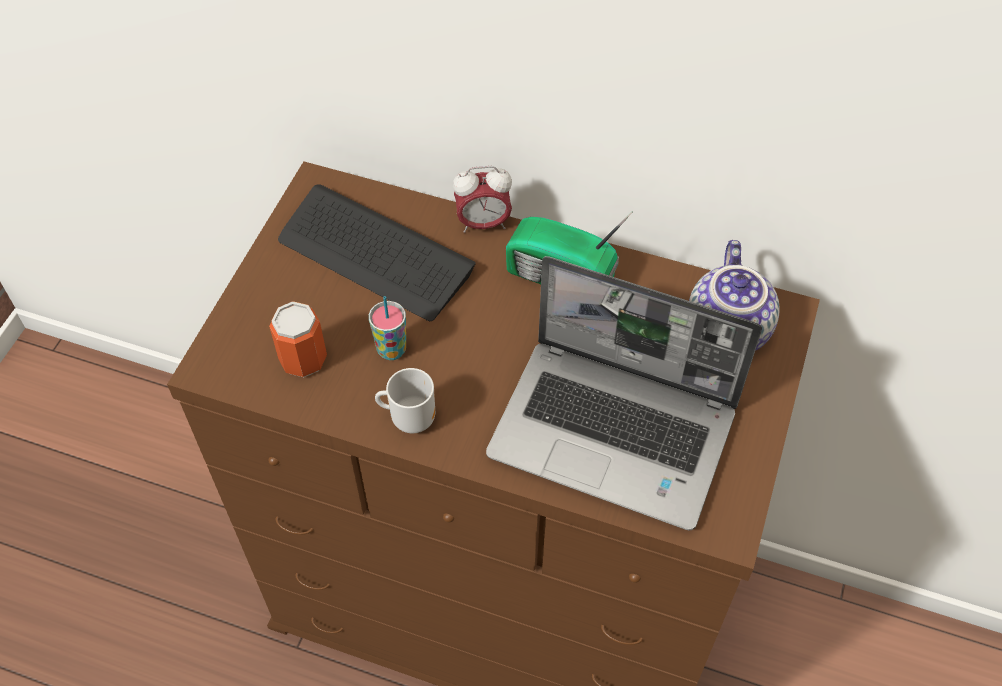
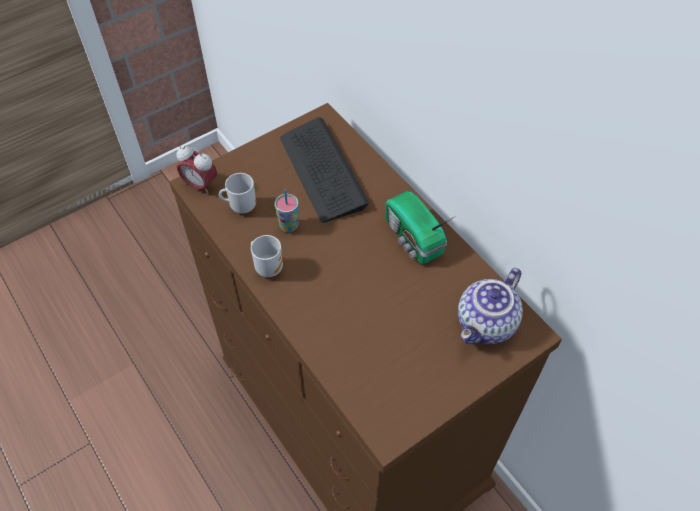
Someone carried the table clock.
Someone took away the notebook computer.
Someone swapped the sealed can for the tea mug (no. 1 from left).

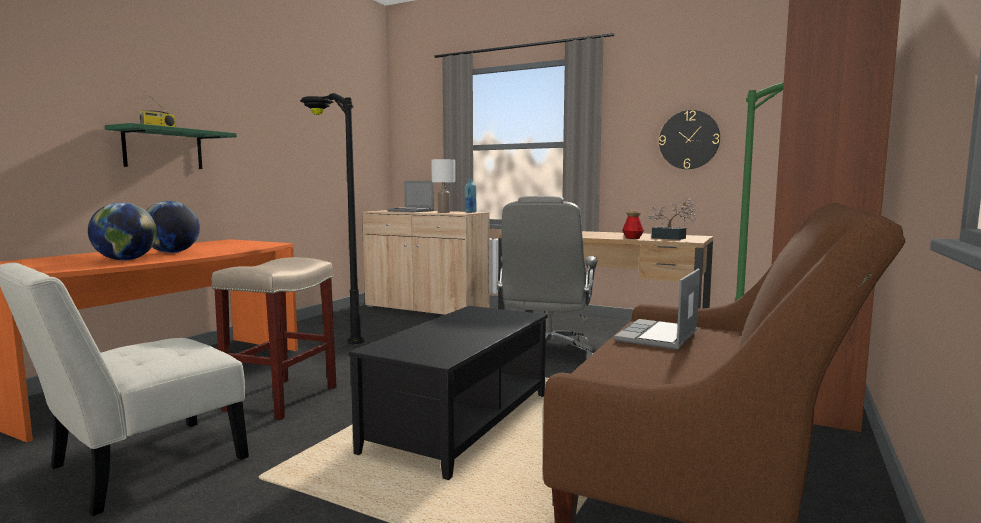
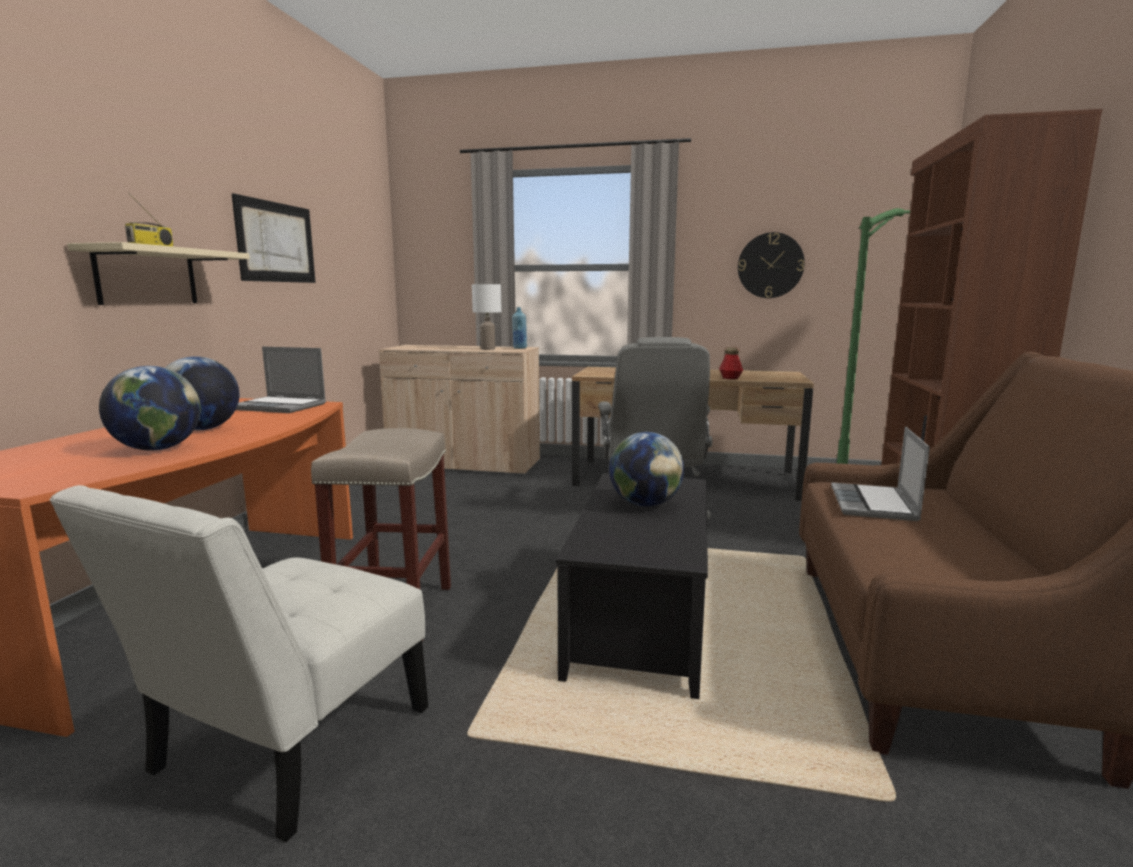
Someone took away the standing lamp (blackish).
Someone repainted the shelf (green-coloured), which became the shelf (sand-coloured).
Someone carried the notebook computer (no. 1 from left).
Someone took away the potted plant.
Someone put up the picture.
Someone put down the globe (no. 3 from left).

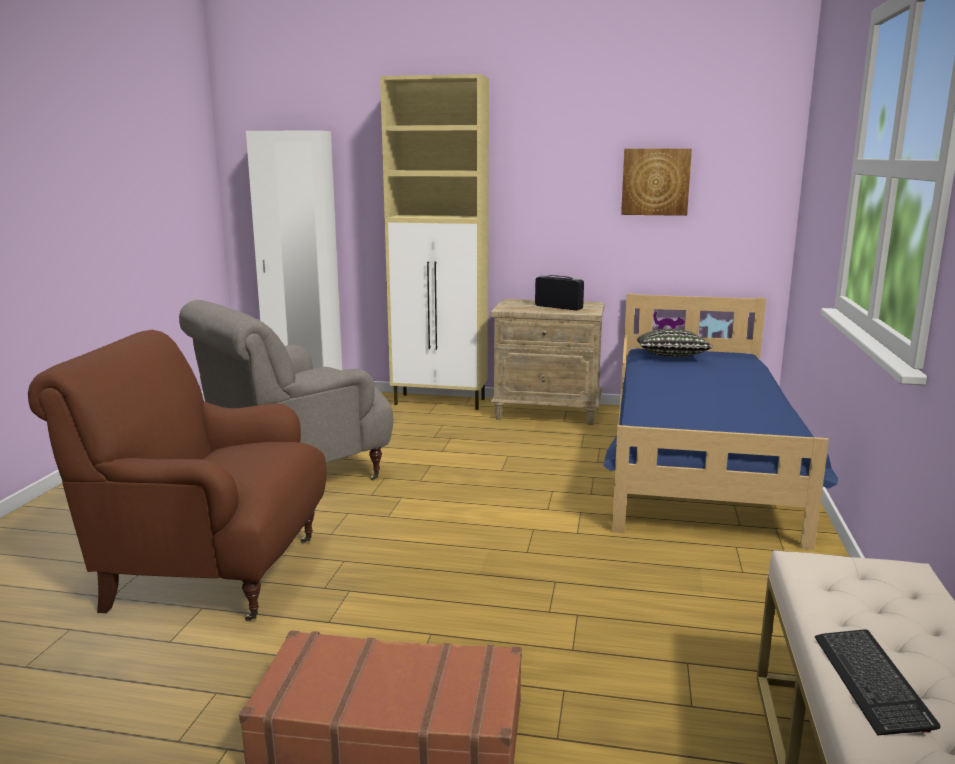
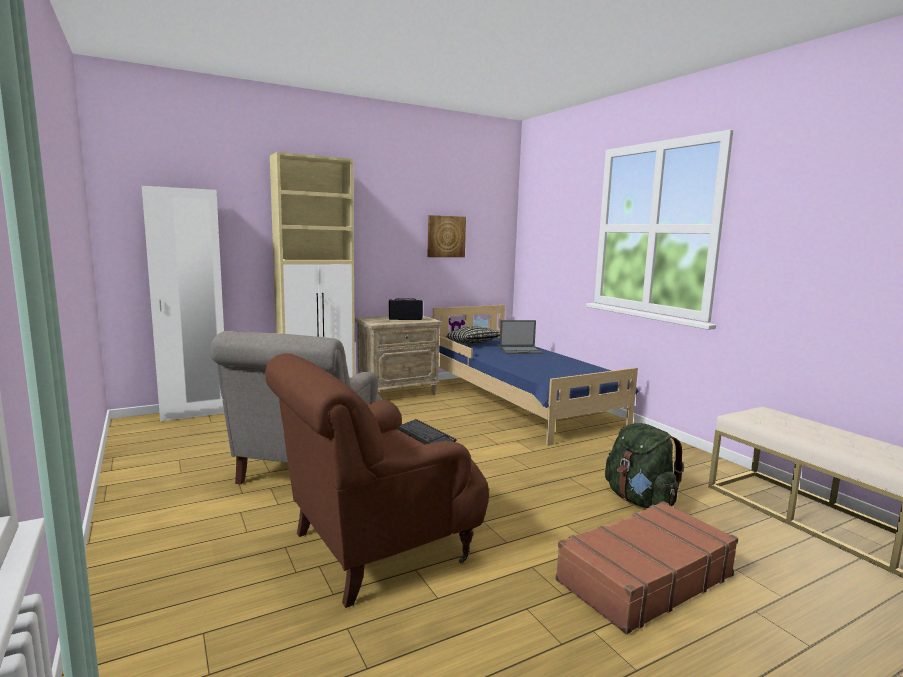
Someone carried the computer keyboard.
Someone put down the notebook computer.
Someone put down the knapsack (green-coloured).

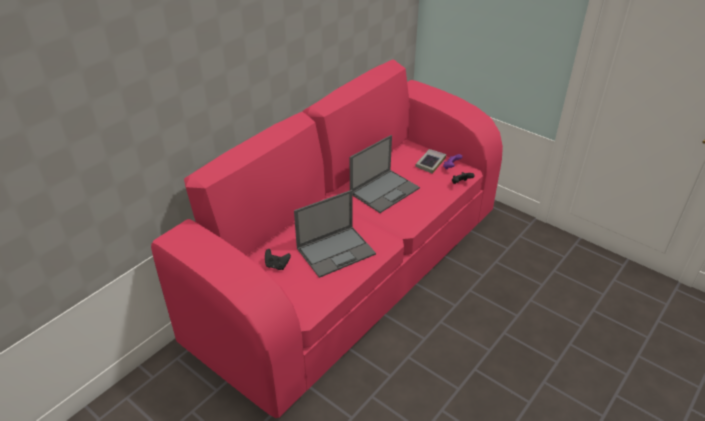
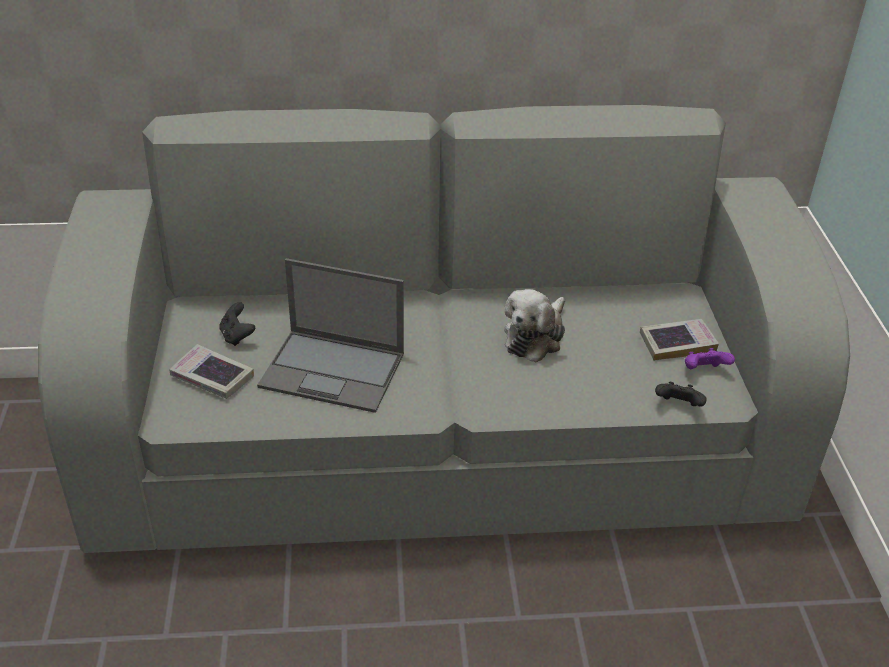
Someone repainted the settee (pink), which became the settee (gray).
Someone swapped the notebook computer (no. 2 from left) for the plush toy.
Someone put down the bound book (no. 1 from left).

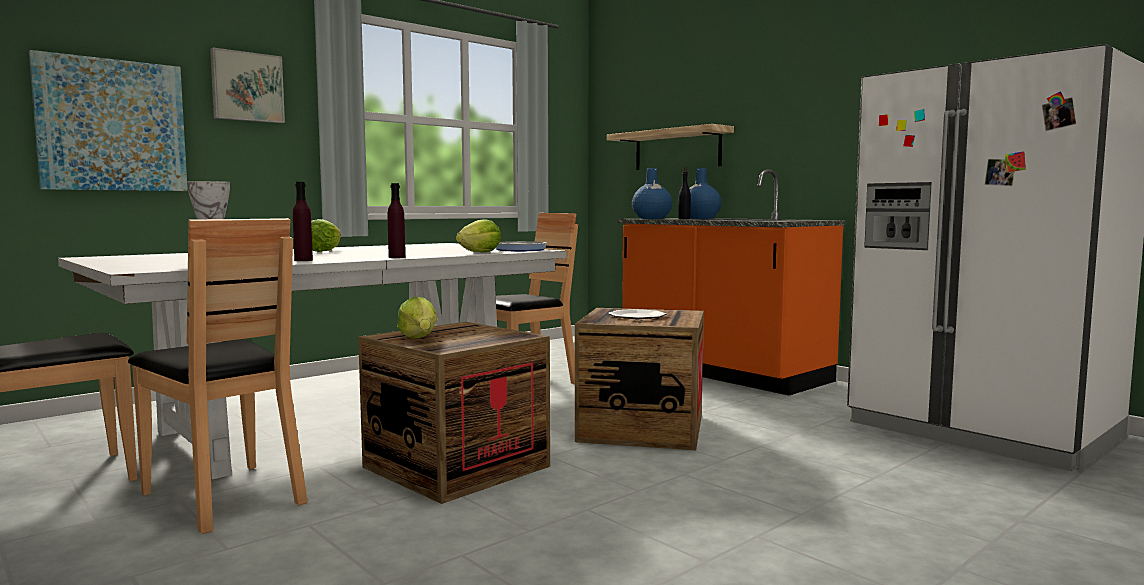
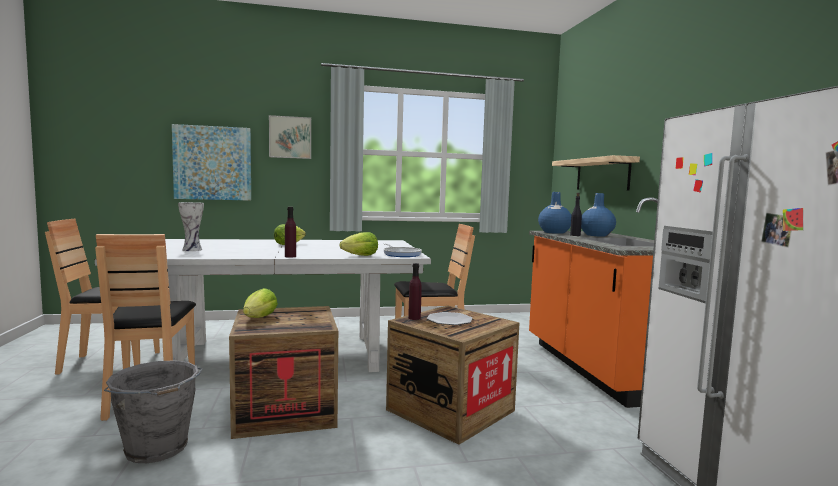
Someone carried the drink bottle (purple) (no. 1 from left in the first image).
Someone put down the water bucket (gray).

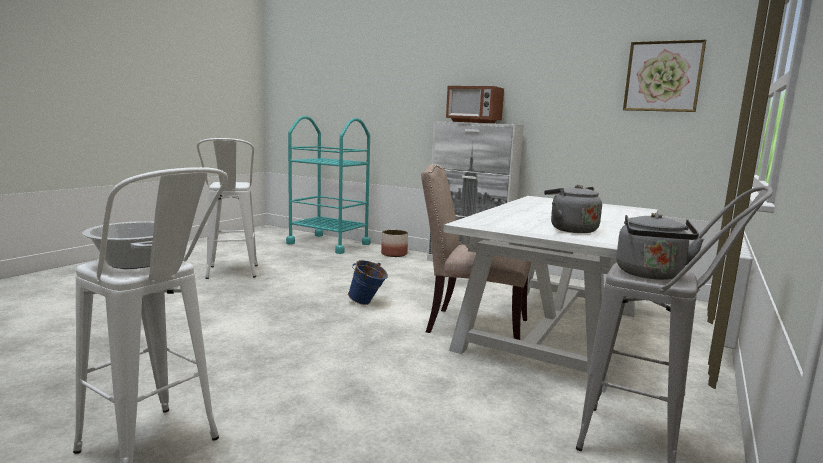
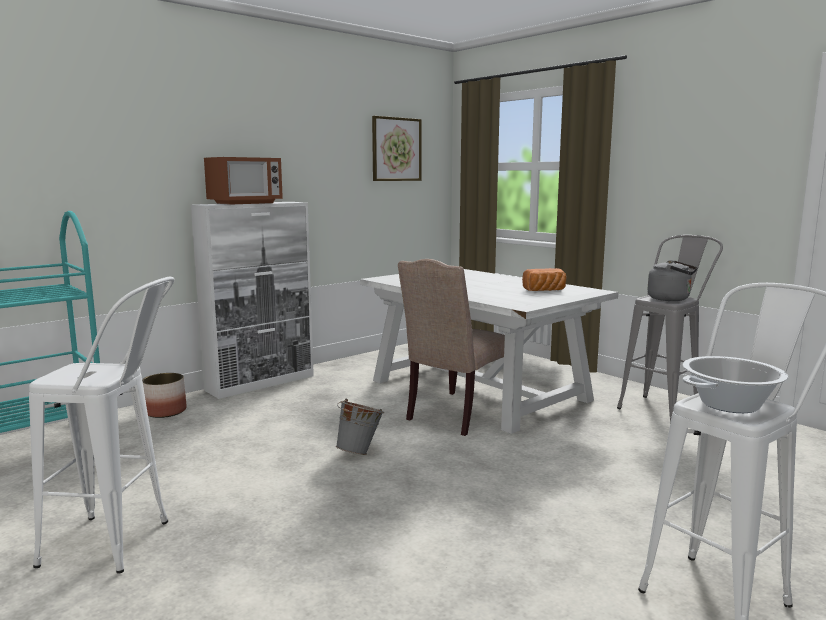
Someone swapped the kettle (gray) (no. 1 from left) for the bread.
Someone repainted the water bucket (bluish), which became the water bucket (gray).

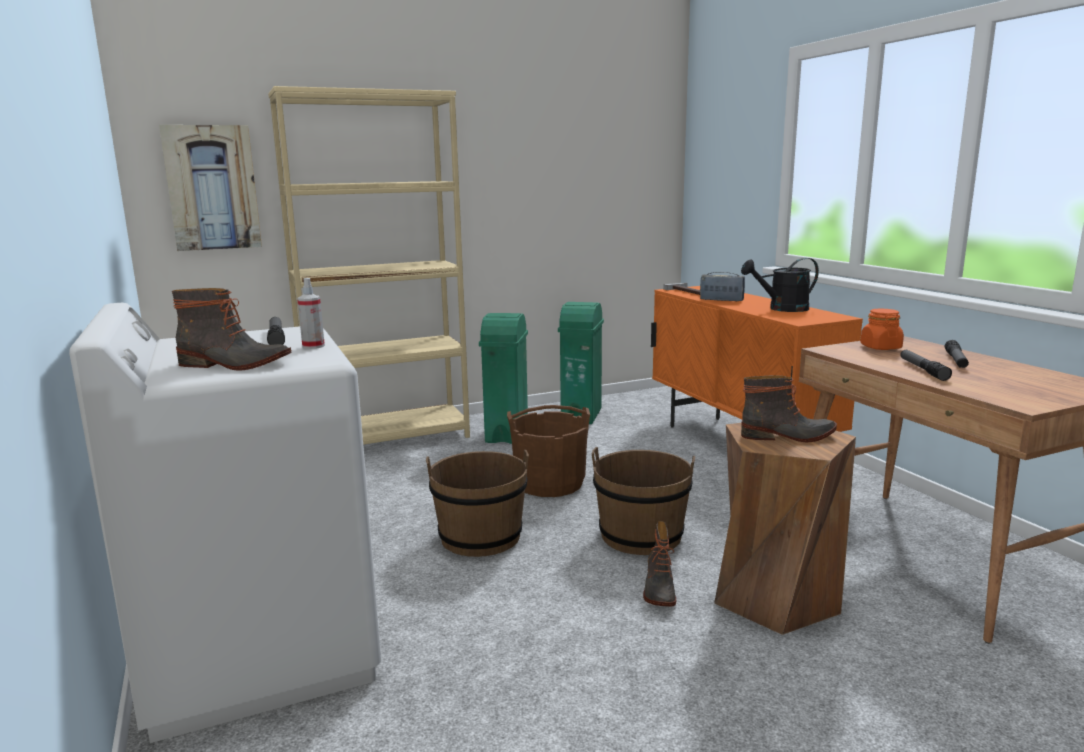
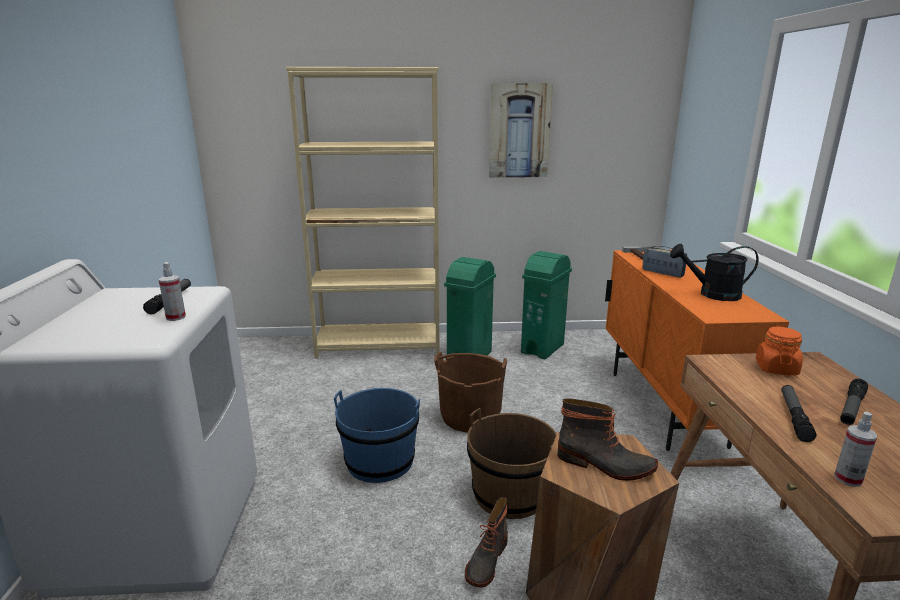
Someone carried the picture.
Someone took away the tall boot (no. 1 from left).
Someone repainted the water bucket (brown) (no. 1 from left), which became the water bucket (bluish).
Someone put down the sprayer (no. 2 from left).

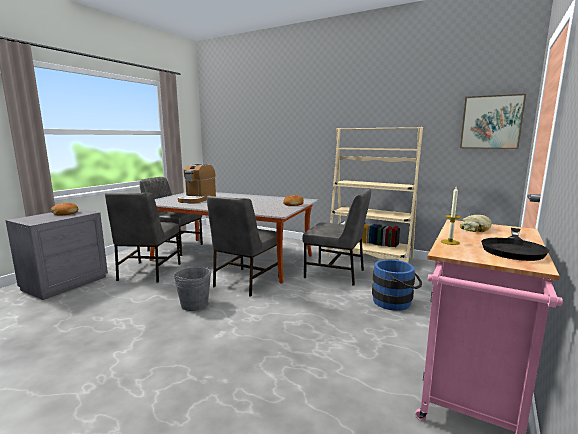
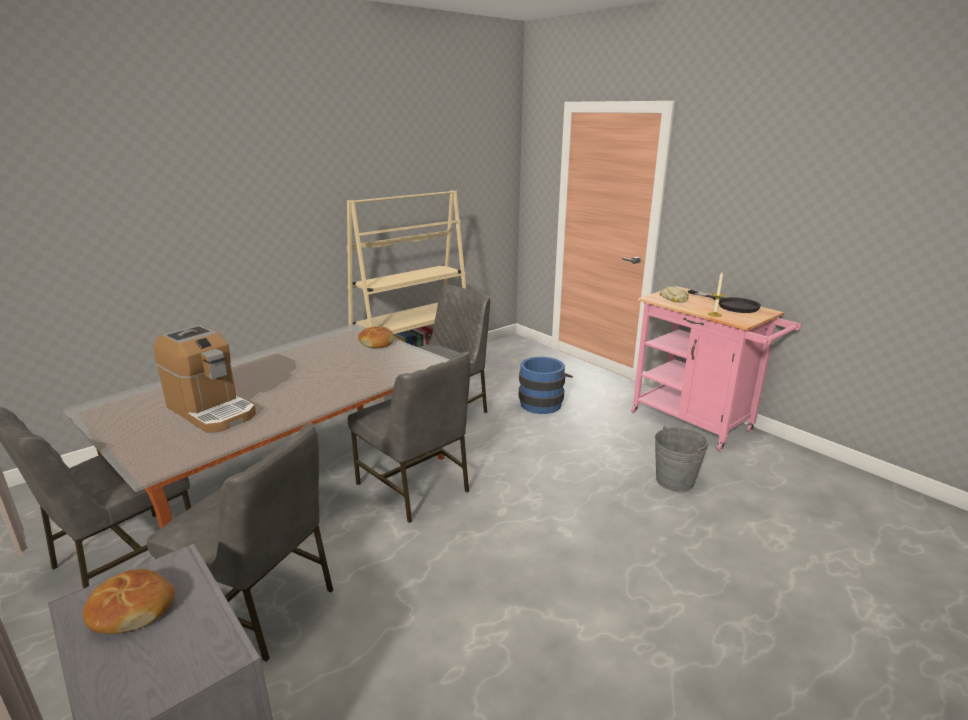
Someone took away the picture.
Someone carried the water bucket (gray).

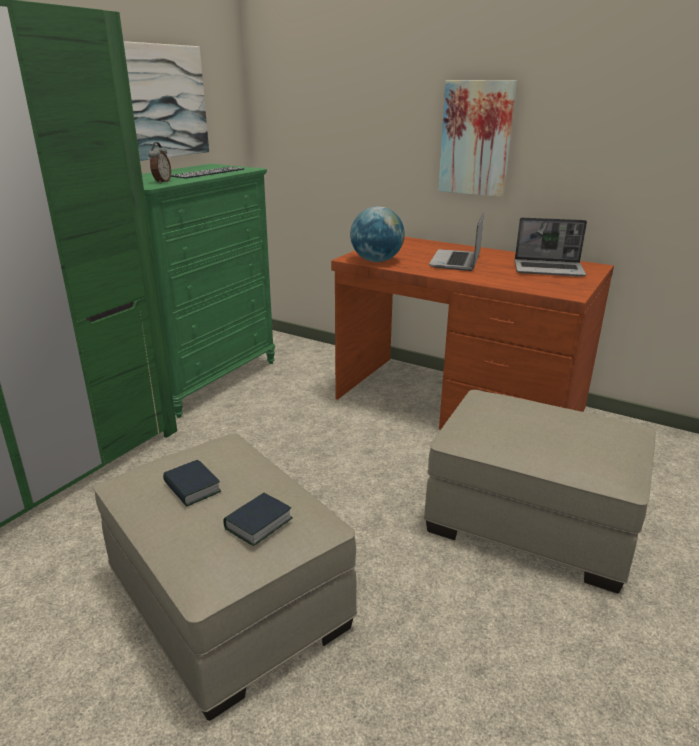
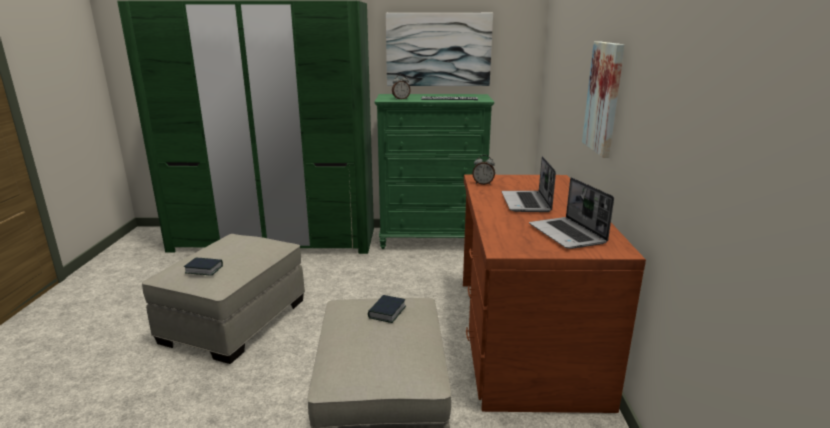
Someone swapped the globe for the table clock (no. 2 from left).
Someone rotated the notebook computer (no. 1 from left) by 75 degrees counterclockwise.
Someone carried the bound book (no. 1 from left in the first image).

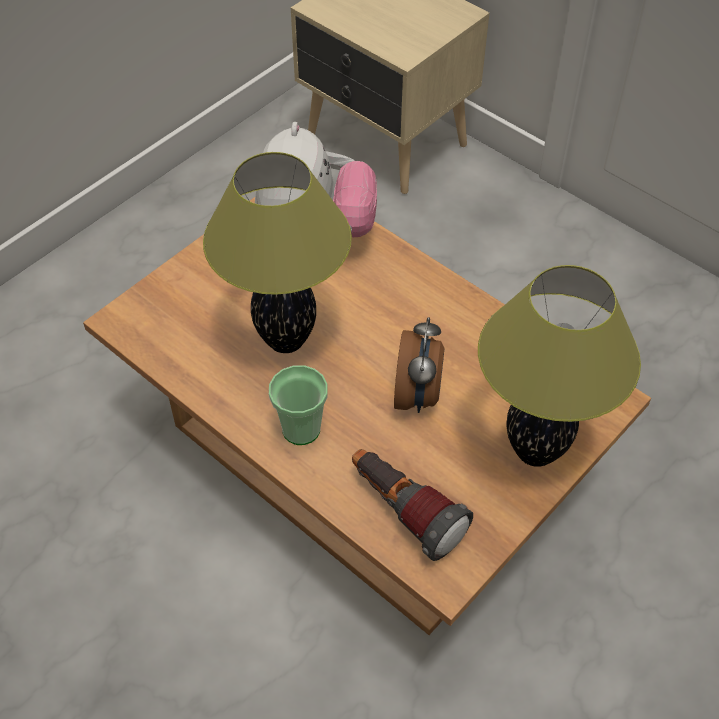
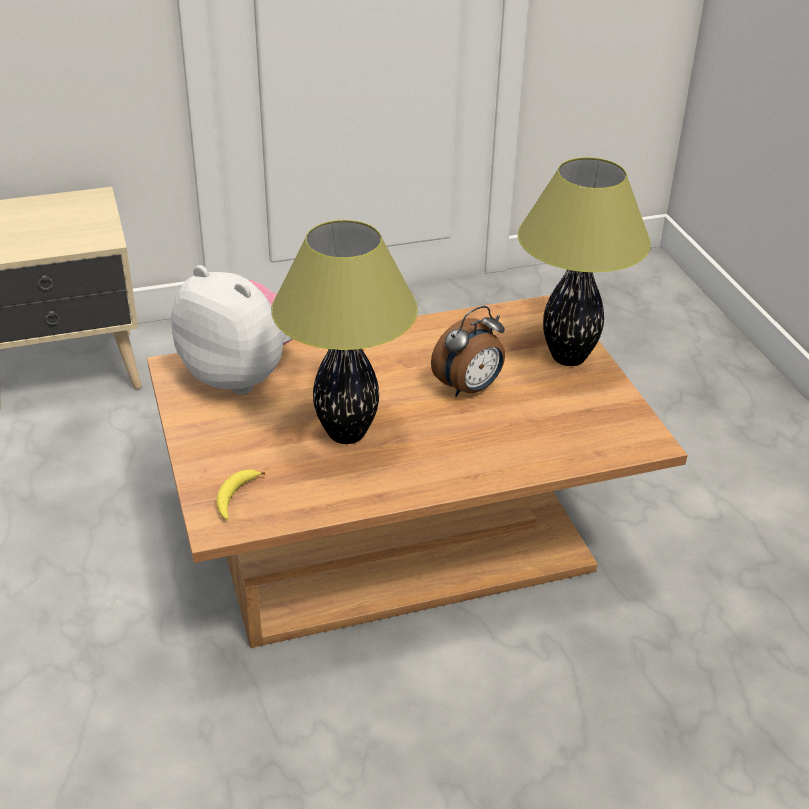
Someone rotated the table clock by 105 degrees clockwise.
Someone took away the drinking cup.
Someone took away the flashlight.
Someone put down the banana.

